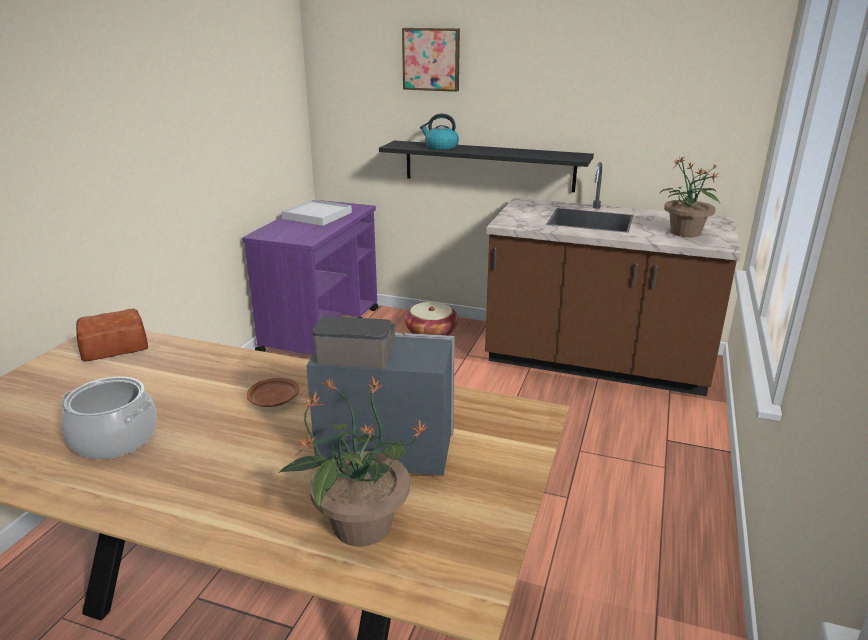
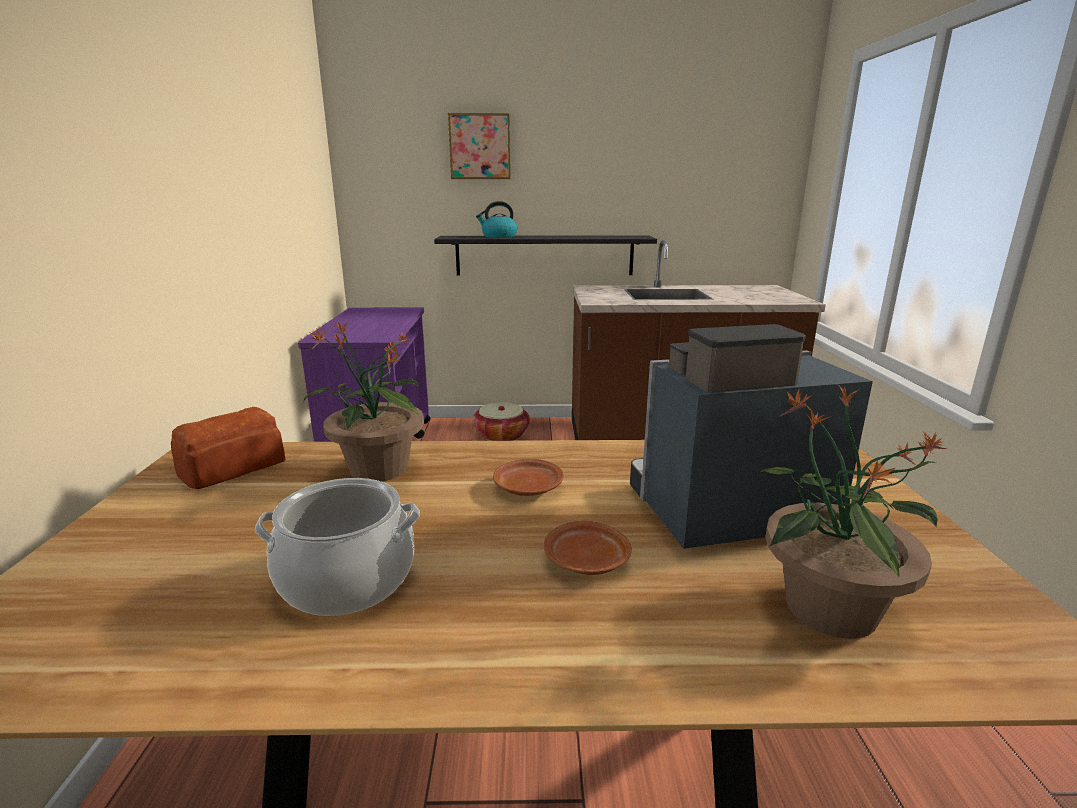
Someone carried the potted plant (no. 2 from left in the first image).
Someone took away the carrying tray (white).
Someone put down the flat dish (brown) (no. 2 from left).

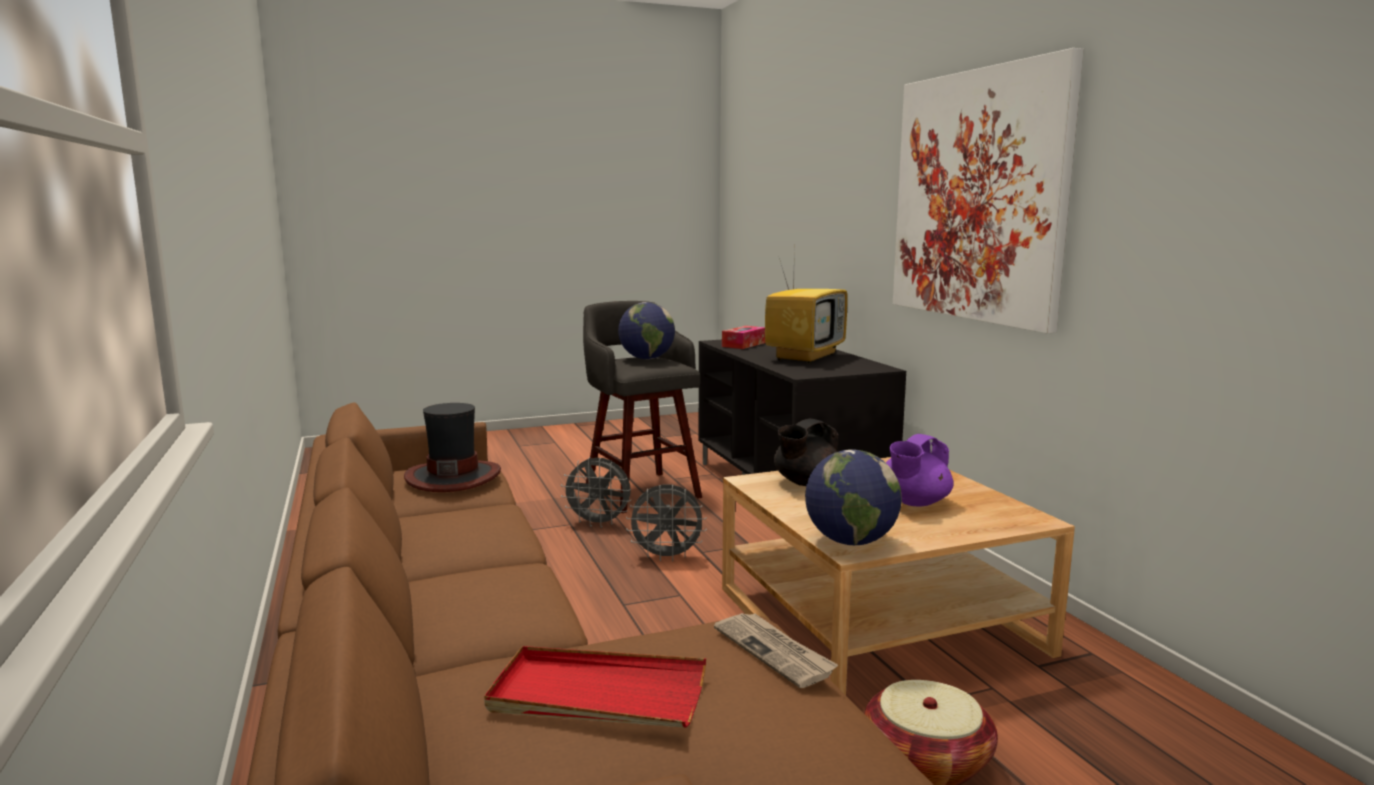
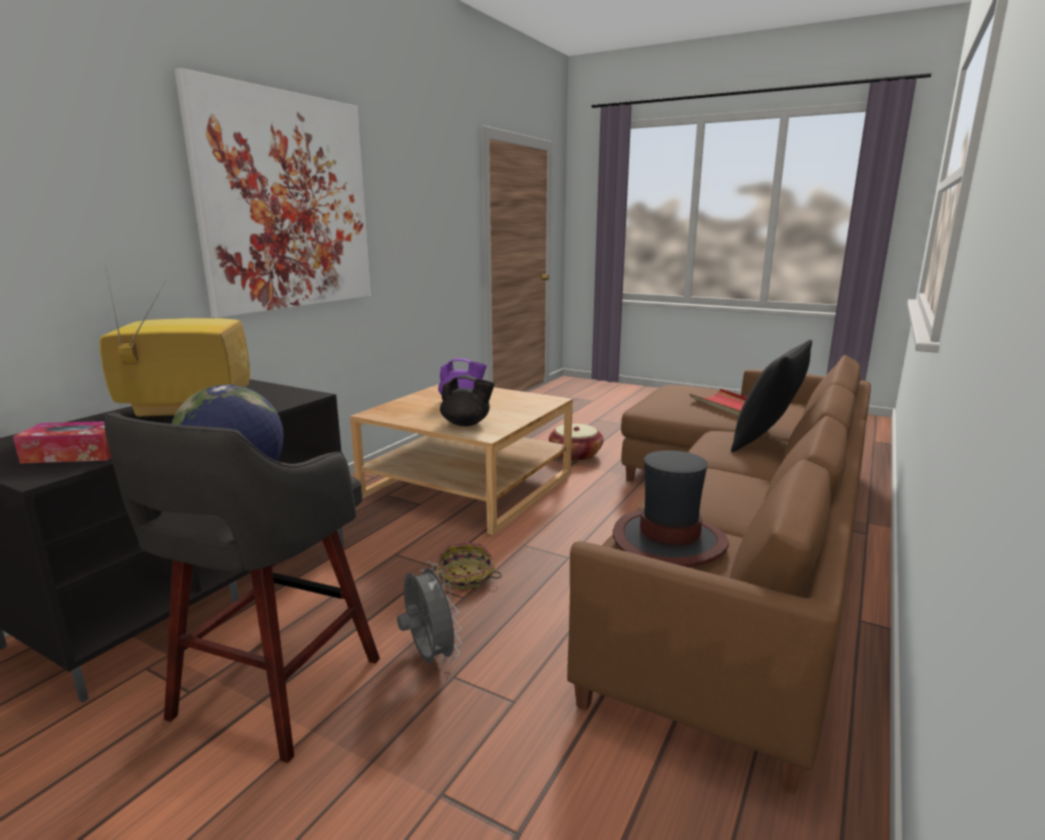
Someone took away the globe (no. 2 from left).
Someone swapped the fan (gray) (no. 2 from left) for the storage basket (no. 1 from left).
Someone took away the printed paper.
Someone put down the cushion (blackish).

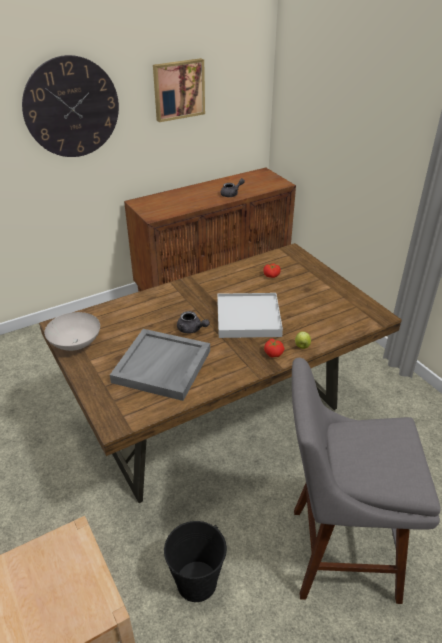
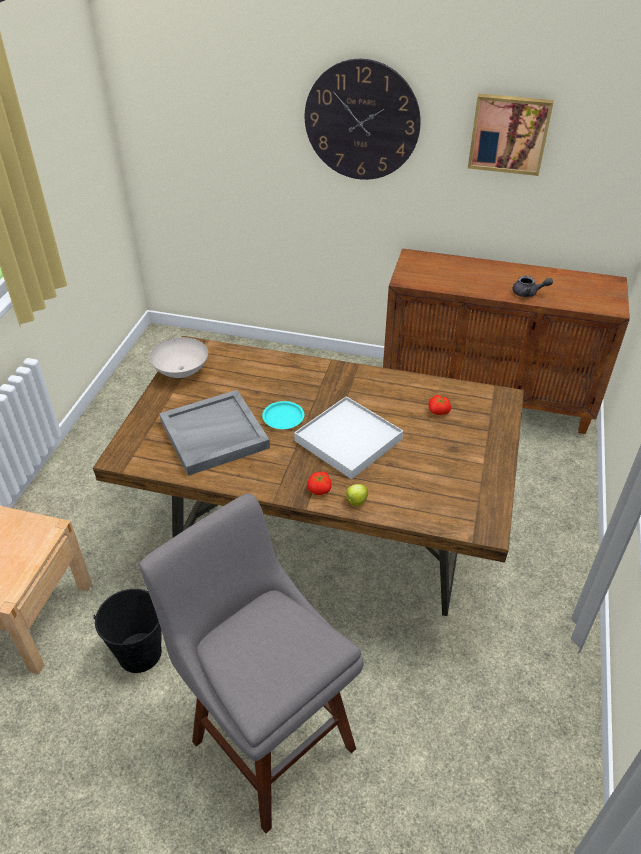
Someone swapped the pot for tea (gray) (no. 1 from left) for the flat dish (turquoise).

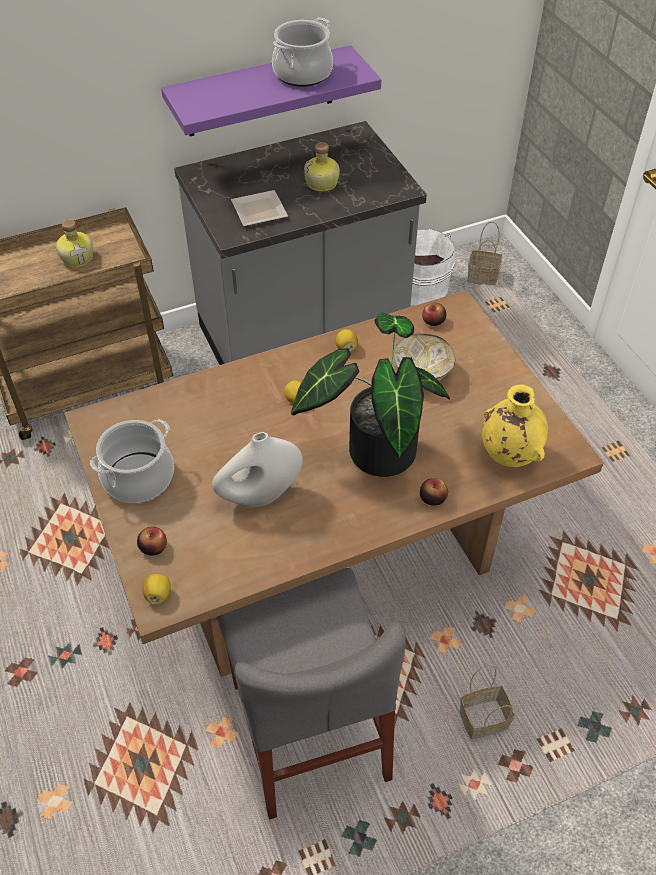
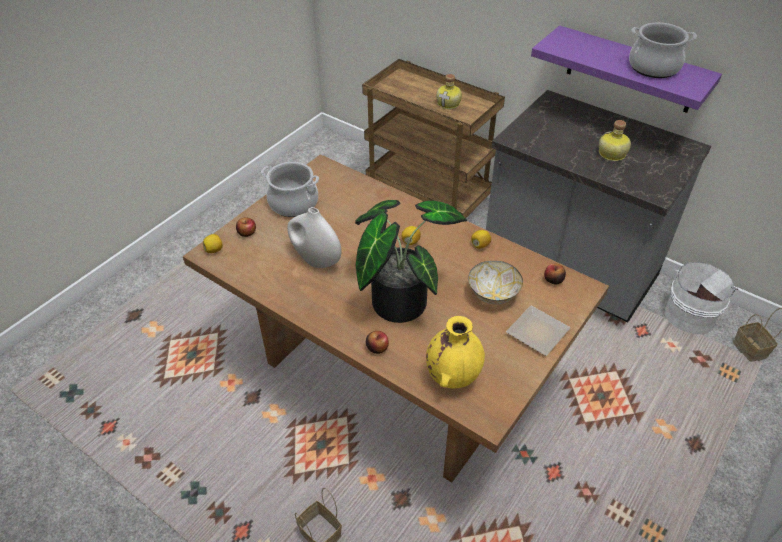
Someone carried the flat dish.
Someone took away the chair (gray).

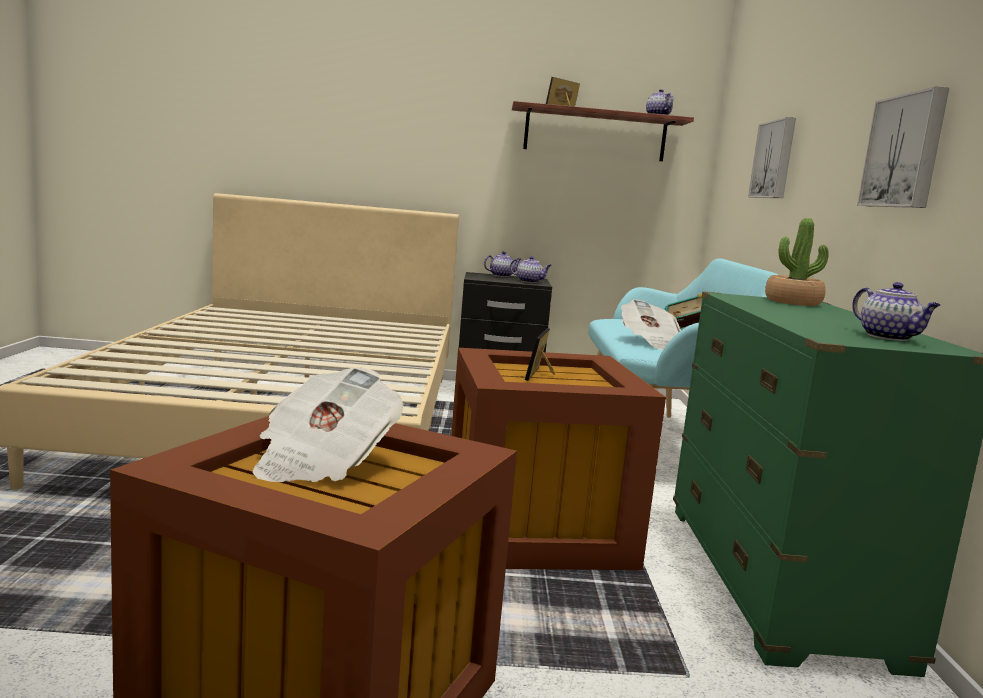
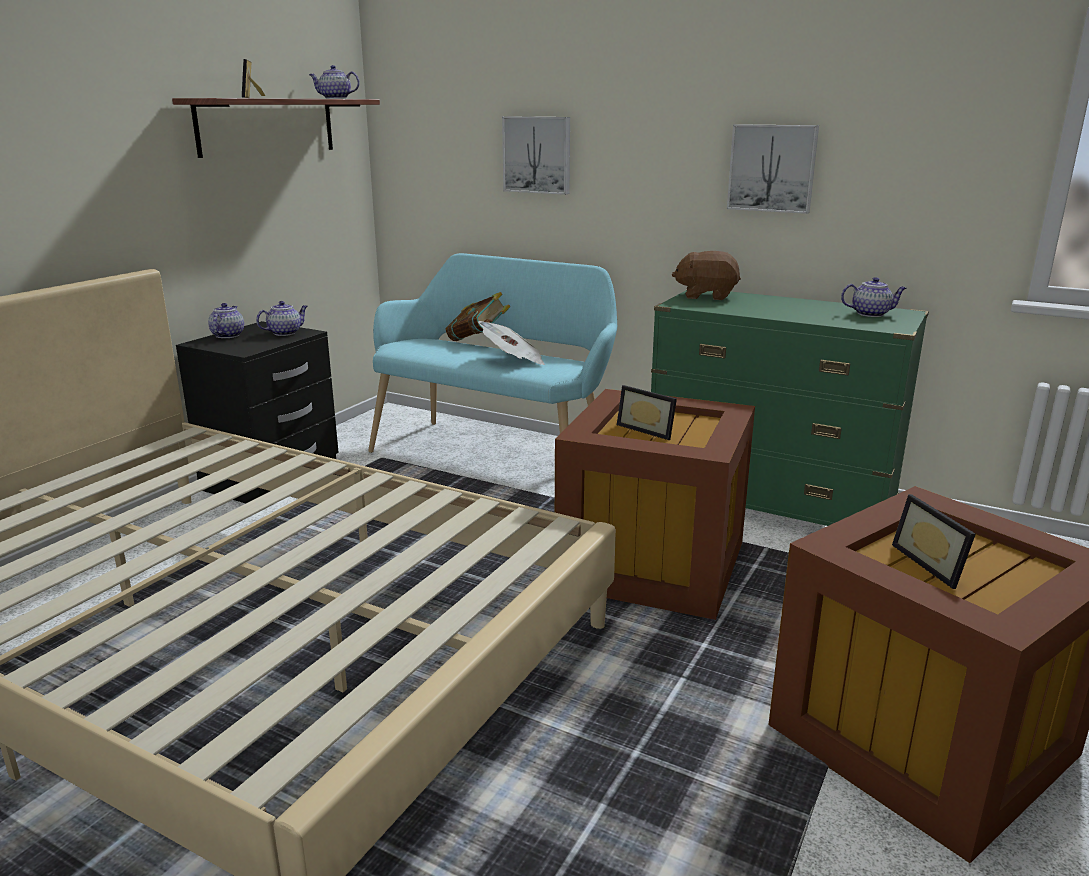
Someone swapped the potted plant for the plush toy (brown).
Someone swapped the printed paper (no. 1 from left) for the standing frame (no. 3 from left).

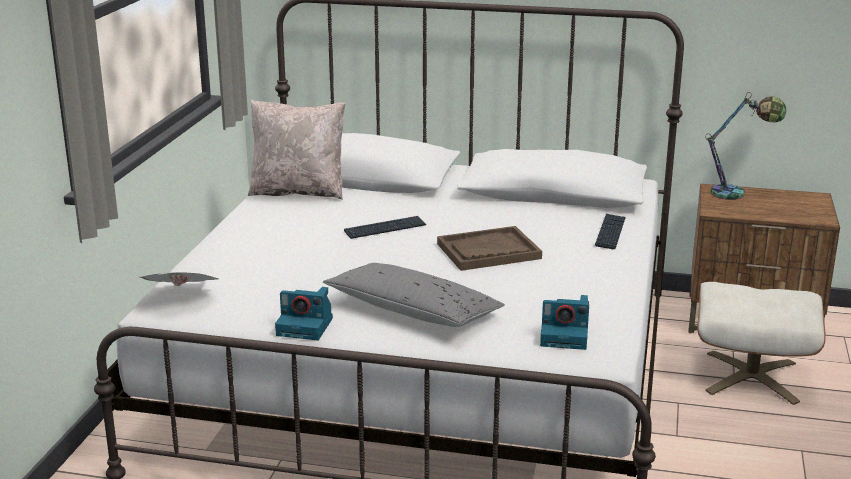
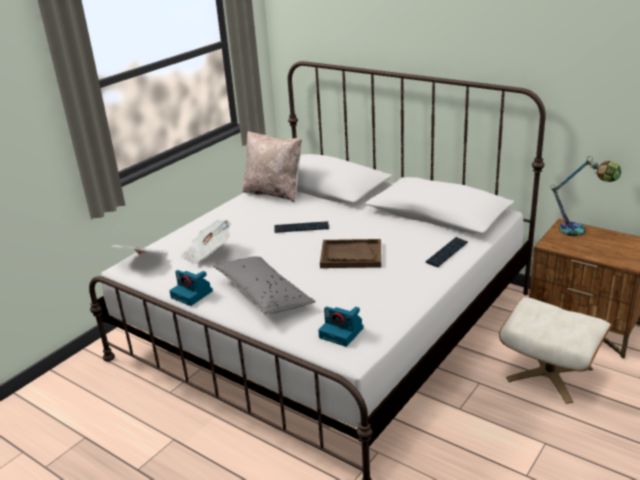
Someone put down the printed paper (no. 2 from left).

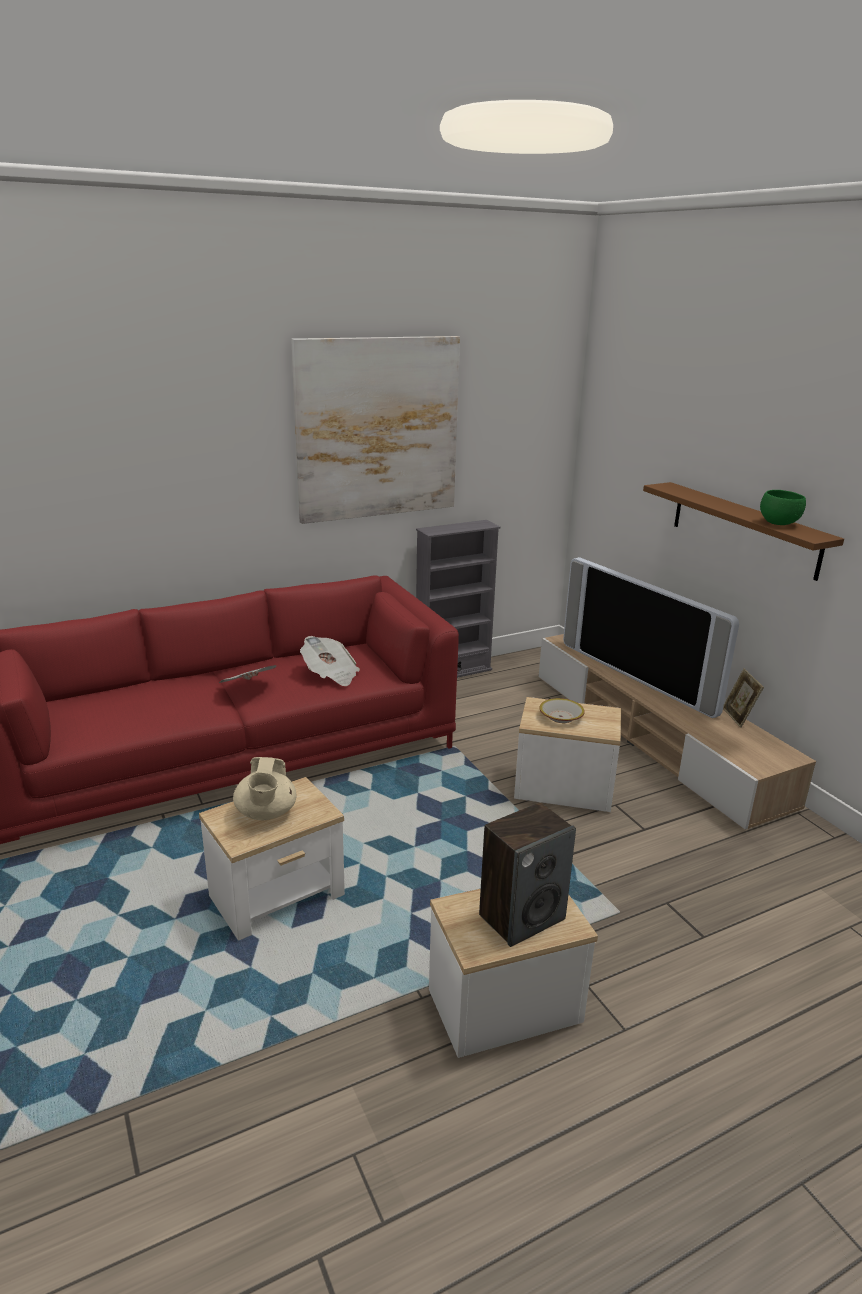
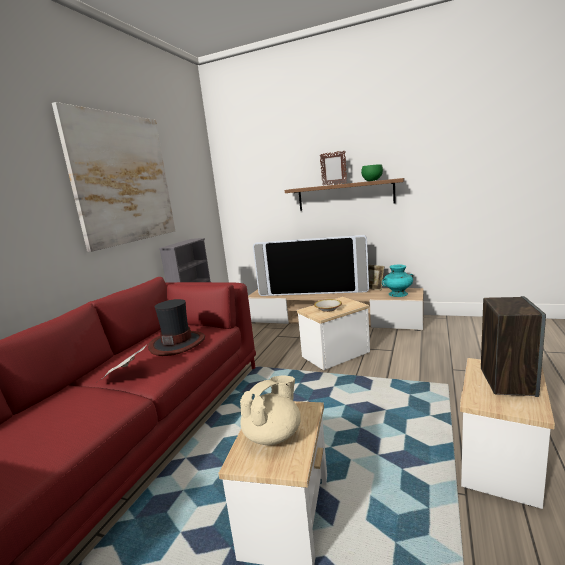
Someone swapped the printed paper (no. 2 from left) for the wearable hat.
Someone rotated the pot for tea (sand-coloured) by 90 degrees counterclockwise.
Someone put down the standing frame (no. 1 from left).
Someone put down the decorative vase (turquoise).

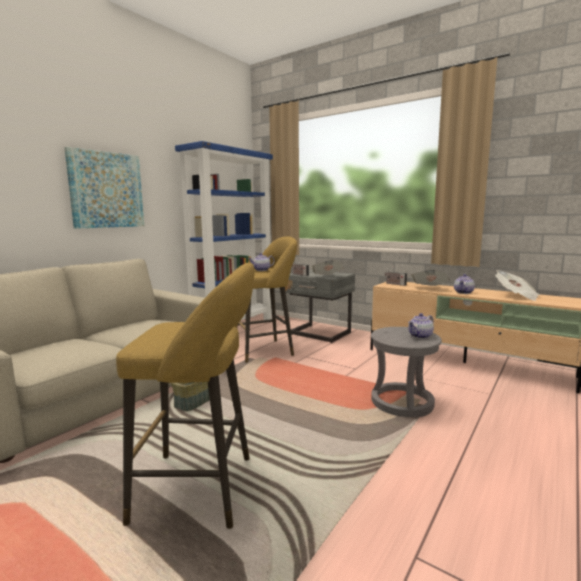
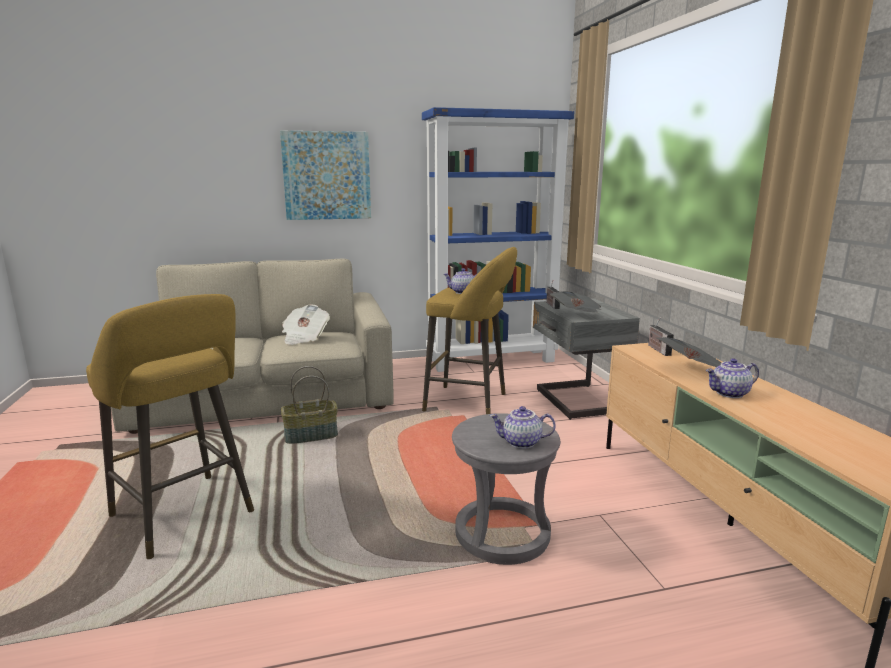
Someone carried the printed paper (no. 3 from left in the first image).

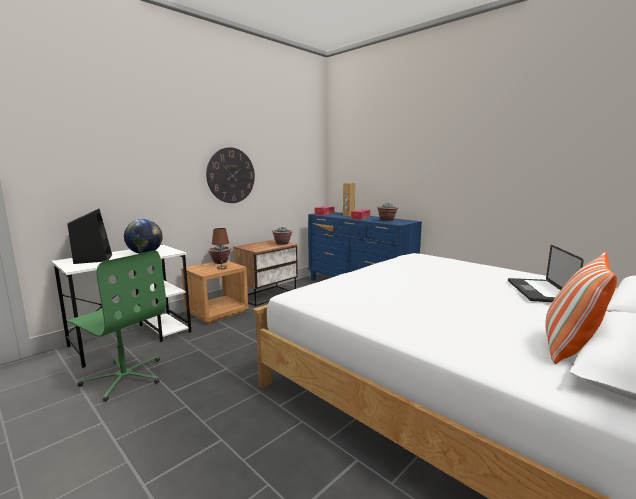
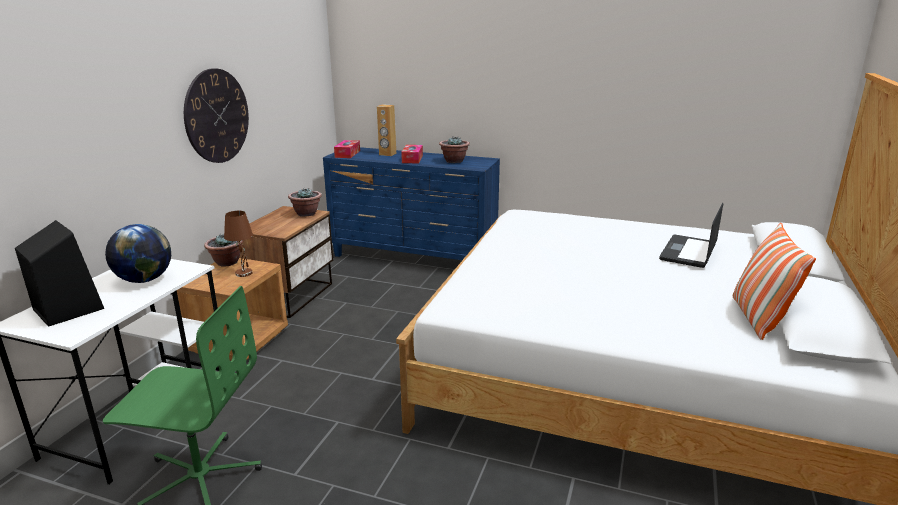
Someone rotated the notebook computer by 45 degrees clockwise.

